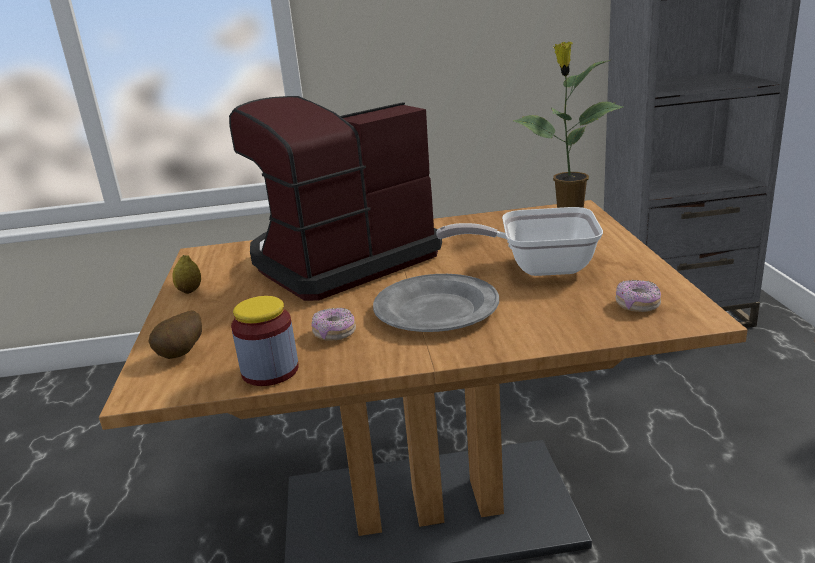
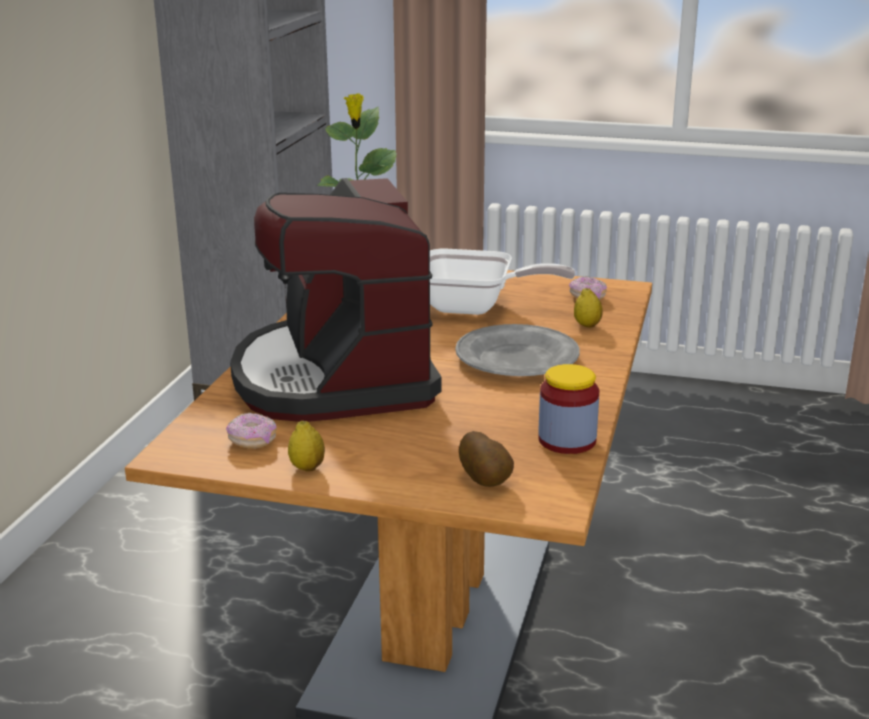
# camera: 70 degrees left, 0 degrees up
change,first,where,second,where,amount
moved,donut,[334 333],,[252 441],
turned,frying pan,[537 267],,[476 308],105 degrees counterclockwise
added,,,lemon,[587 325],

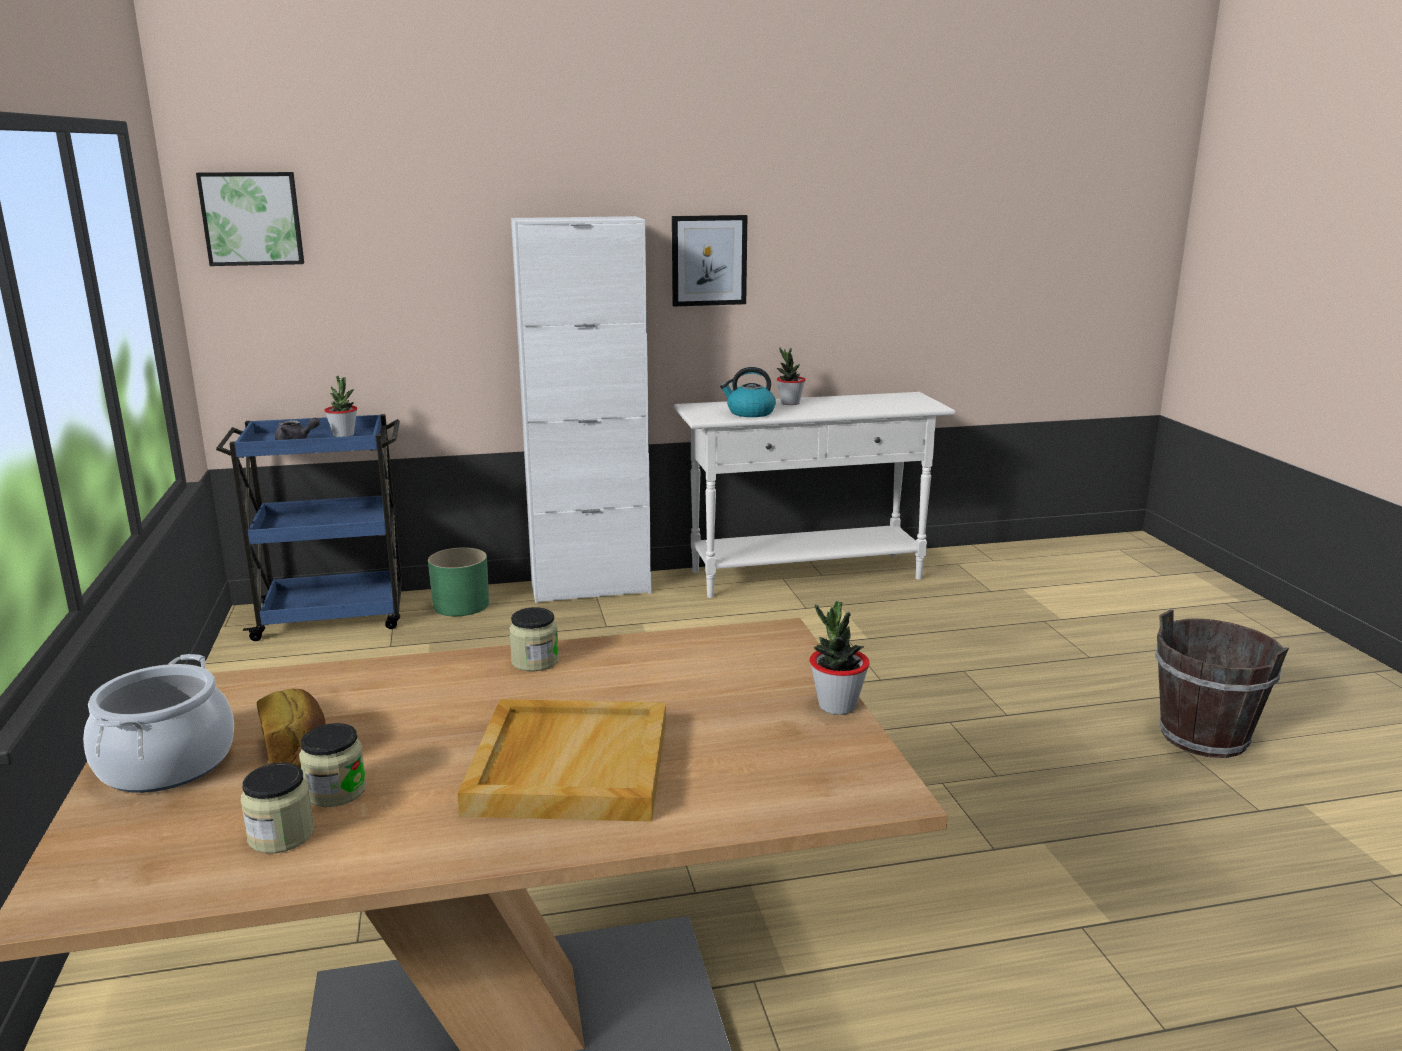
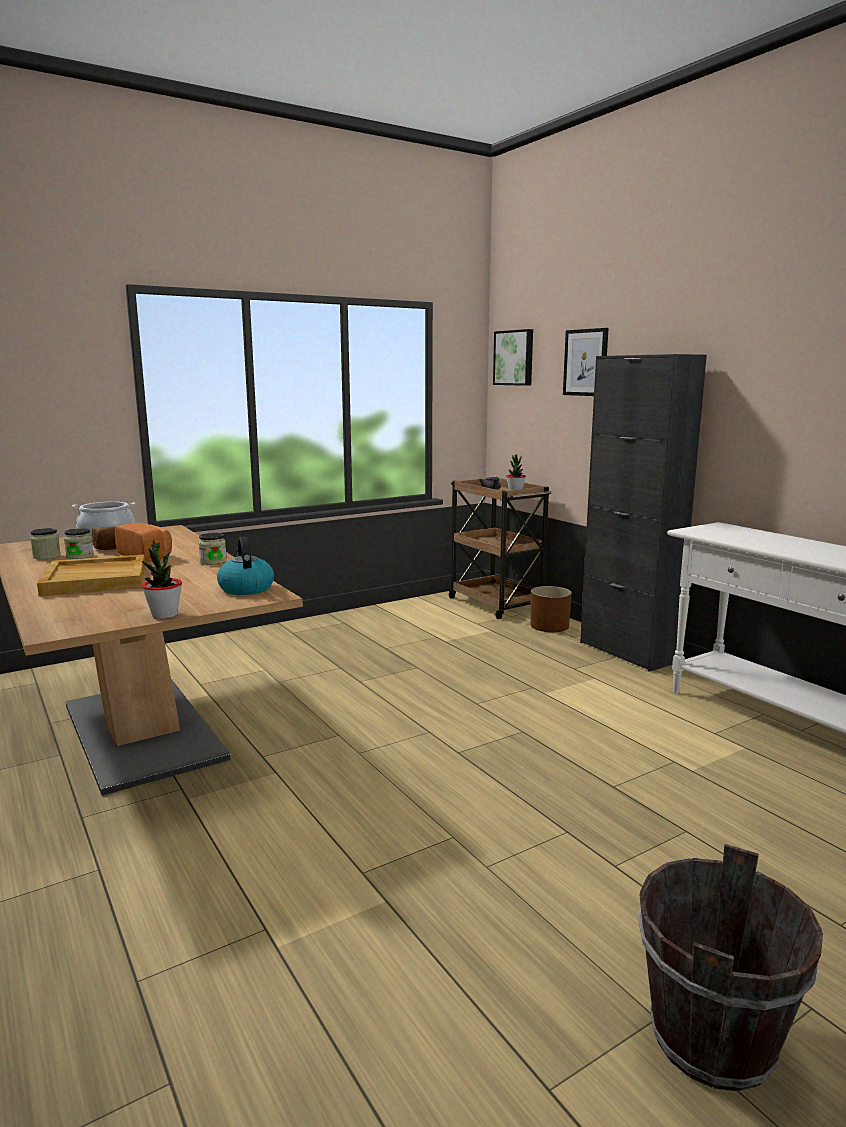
# camera: 70 degrees right, 5 degrees down
change,first,where,second,where,amount
added,,,bread,[146 556],
moved,kettle,[750 413],,[246 588],
recoloured,blue cart,[335 616],brown cart,[496 604],
recoloured,green planter,[461 605],brown planter,[549 626],
moved,picture,[709 260],,[585 362],
recoloured,white cabinet,[590 588],black cabinet,[627 652],
removed,potted plant,[790 403],,,

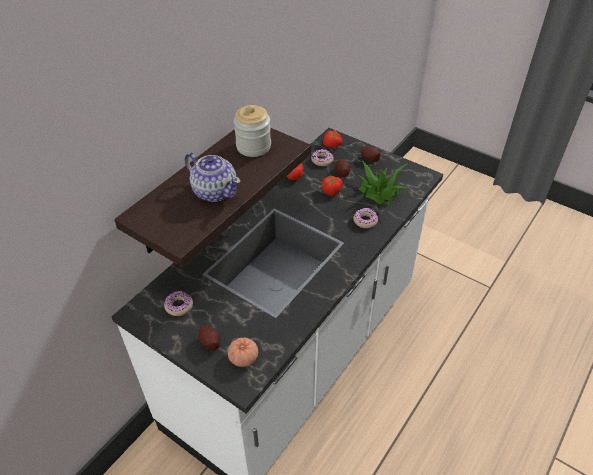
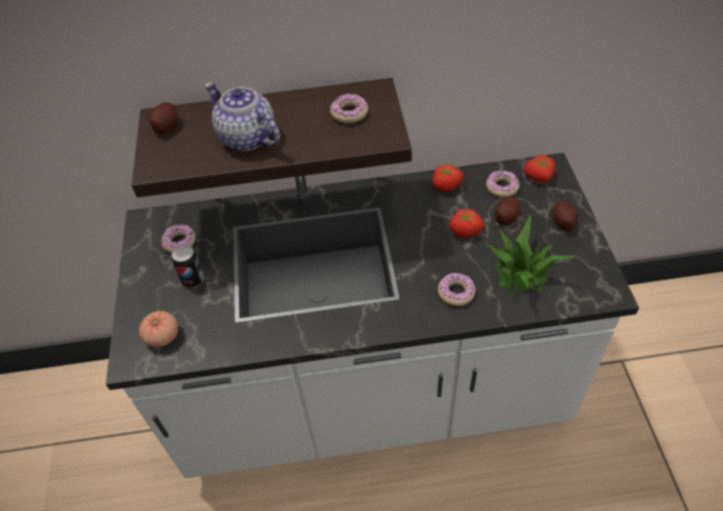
# camera: 50 degrees right, 5 degrees up
change,first,where,second,where,amount
moved,potato,[210 342],,[166 126],
added,,,can,[193 279],
turned,teapot,[215 191],,[247 138],135 degrees clockwise
replaced,jar,[253 147],donut,[349 113],

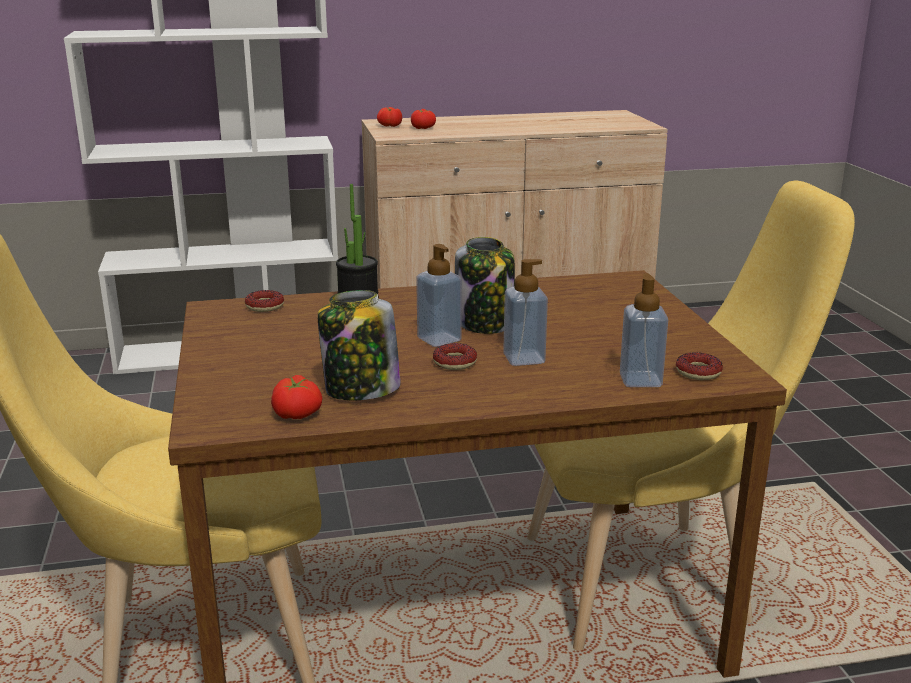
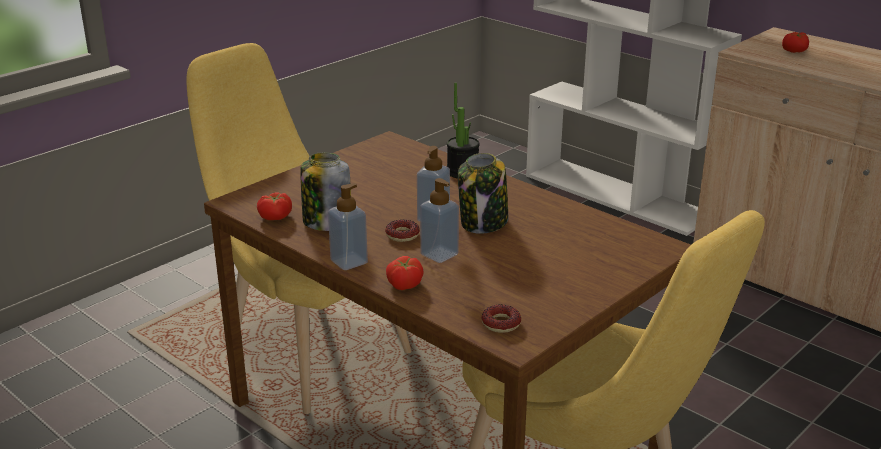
# camera: 55 degrees right, 5 degrees up
change,first,where,second,where,amount
moved,soap dispenser,[640 380],,[349 262],
moved,tomato,[390 126],,[404 284],
removed,donut,[265 306],,,

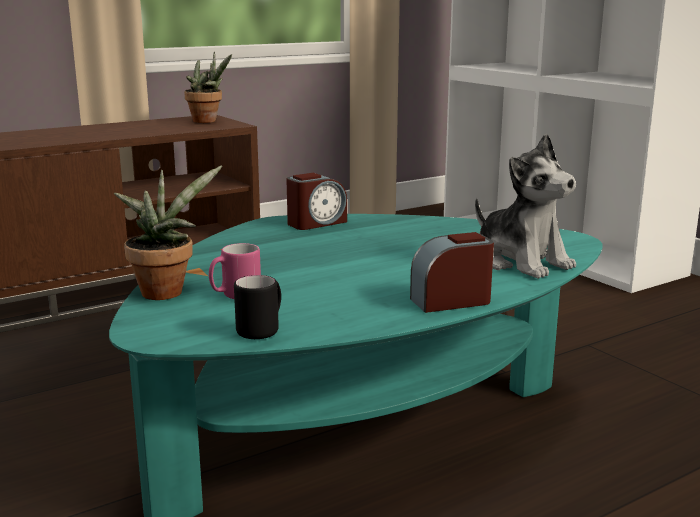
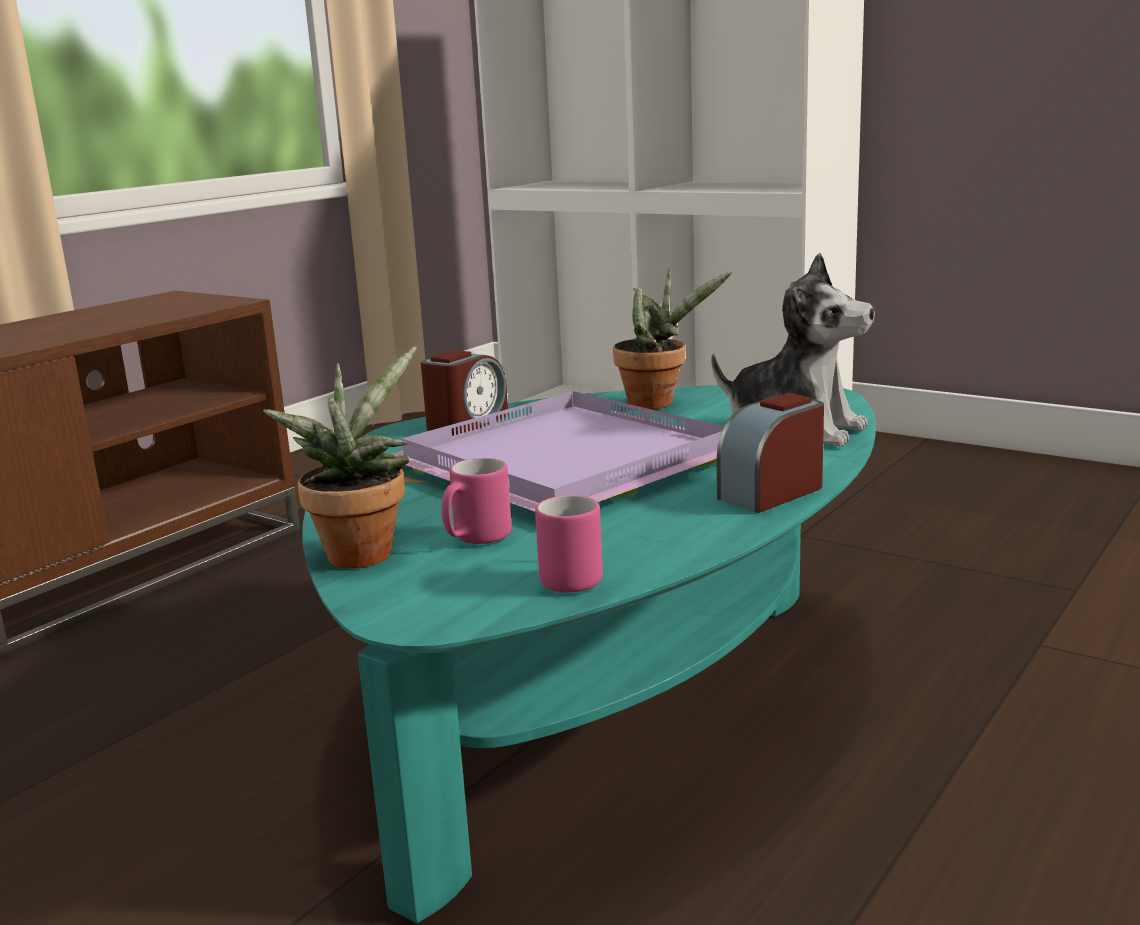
# camera: 20 degrees left, 0 degrees up
change,first,where,second,where,amount
added,,,purple tray,[573 462],
recoloured,black mug,[262 330],pink mug,[573 577],
moved,potted plant,[208 121],,[657 403],

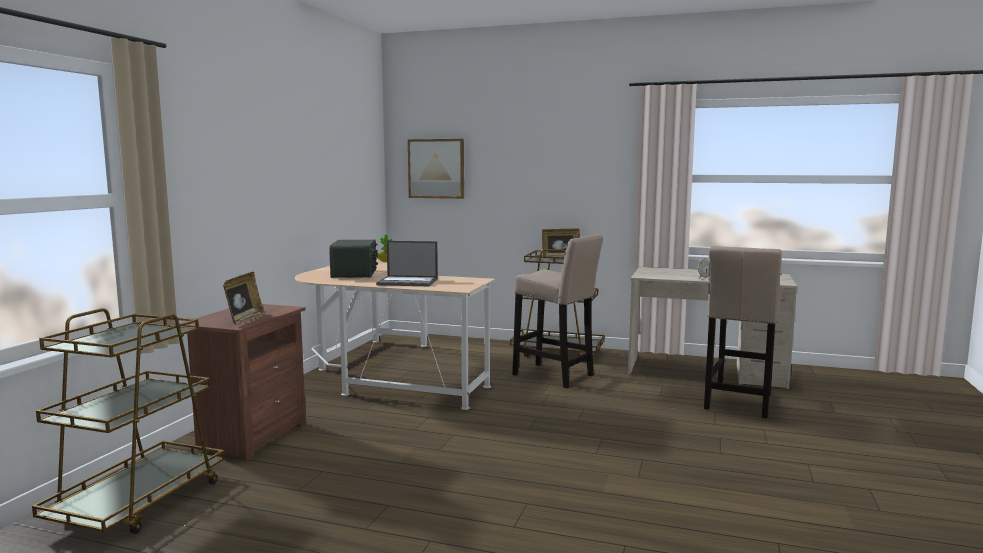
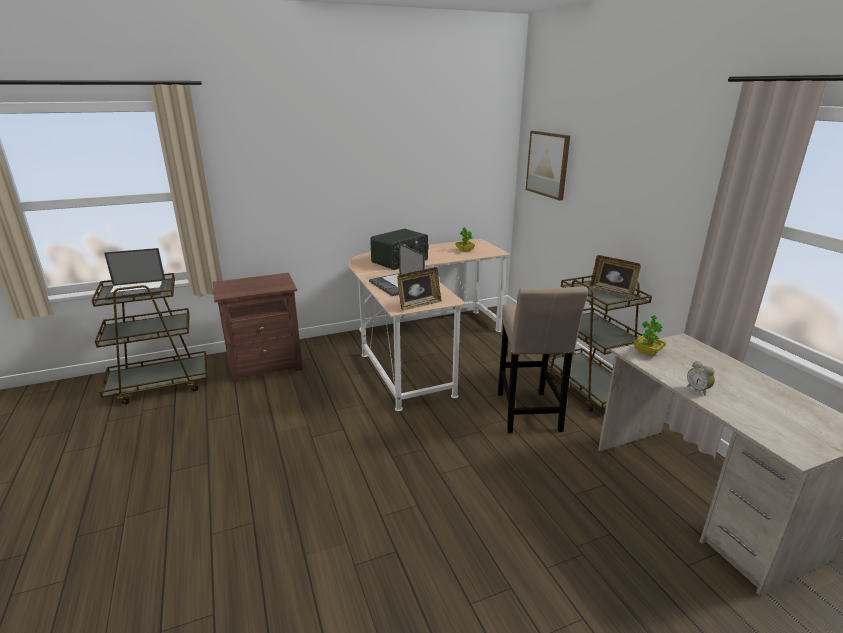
# camera: 50 degrees right, 15 degrees up
change,first,where,second,where,amount
added,,,laptop,[137 290],
moved,picture frame,[244 320],,[419 305],
added,,,potted plant,[647 352],
removed,beige stool,[738 403],,,

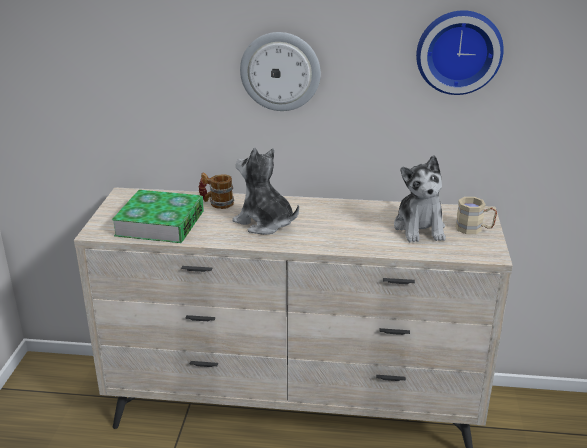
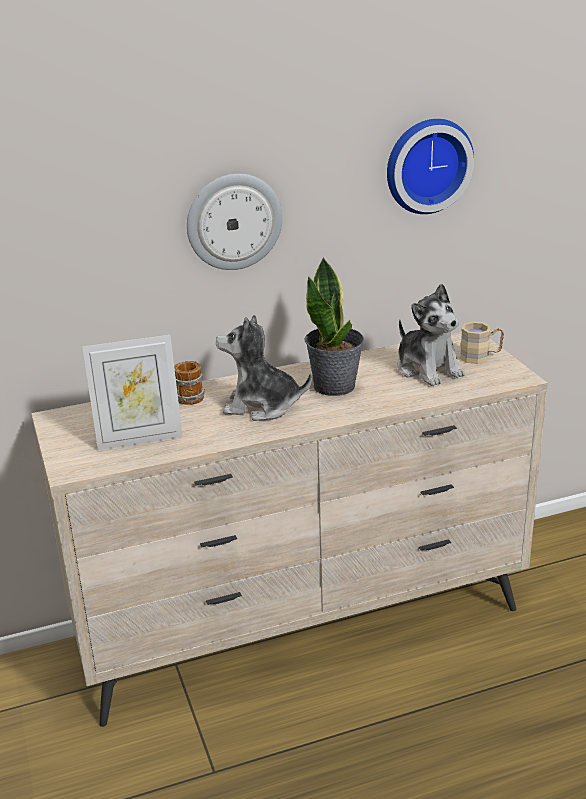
# camera: 25 degrees left, 0 degrees up
change,first,where,second,where,amount
replaced,book,[160 223],picture frame,[139 439],
added,,,potted plant,[335 386],

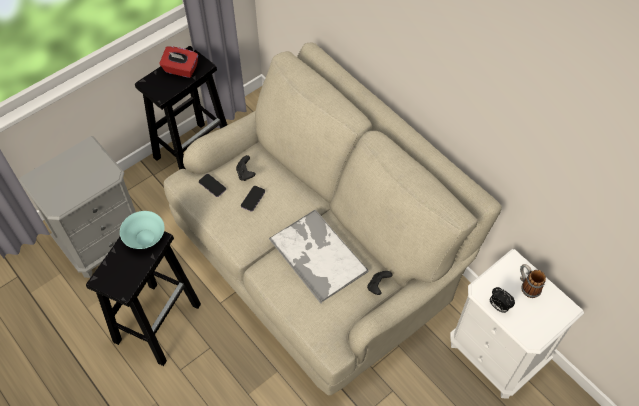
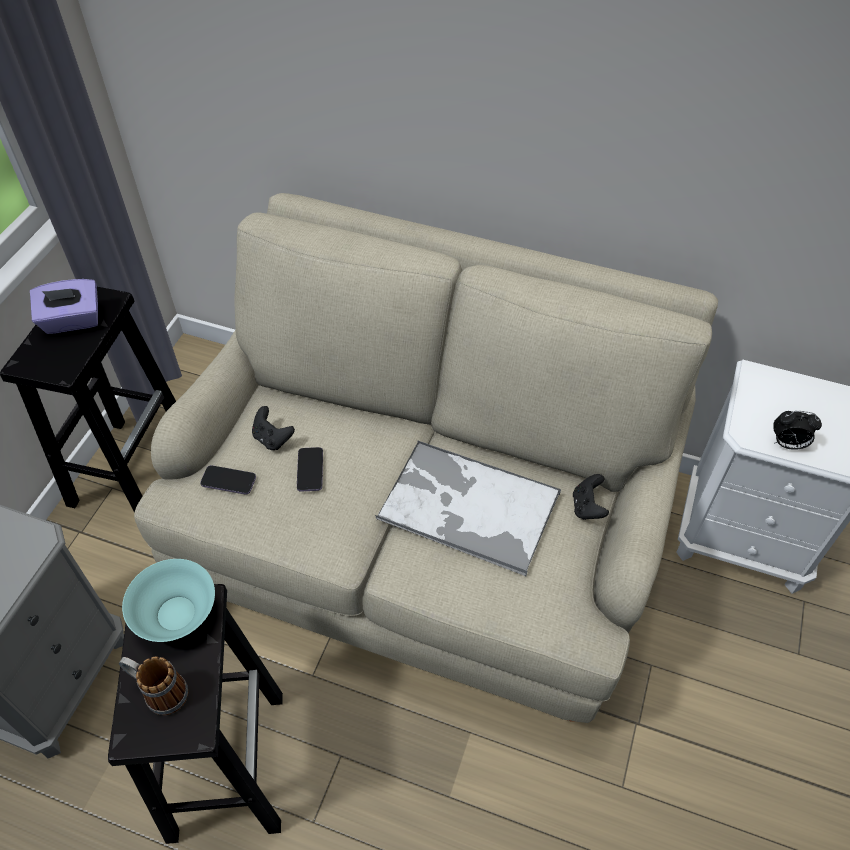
# camera: 30 degrees left, 5 degrees down
change,first,where,second,where,amount
recoloured,red tissue box,[180 70],purple tissue box,[72 321],
moved,mug,[527 286],,[159 691],

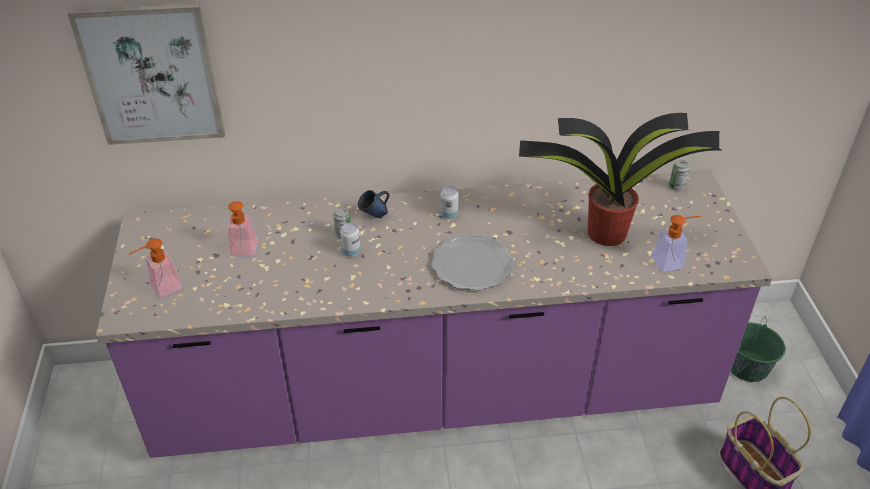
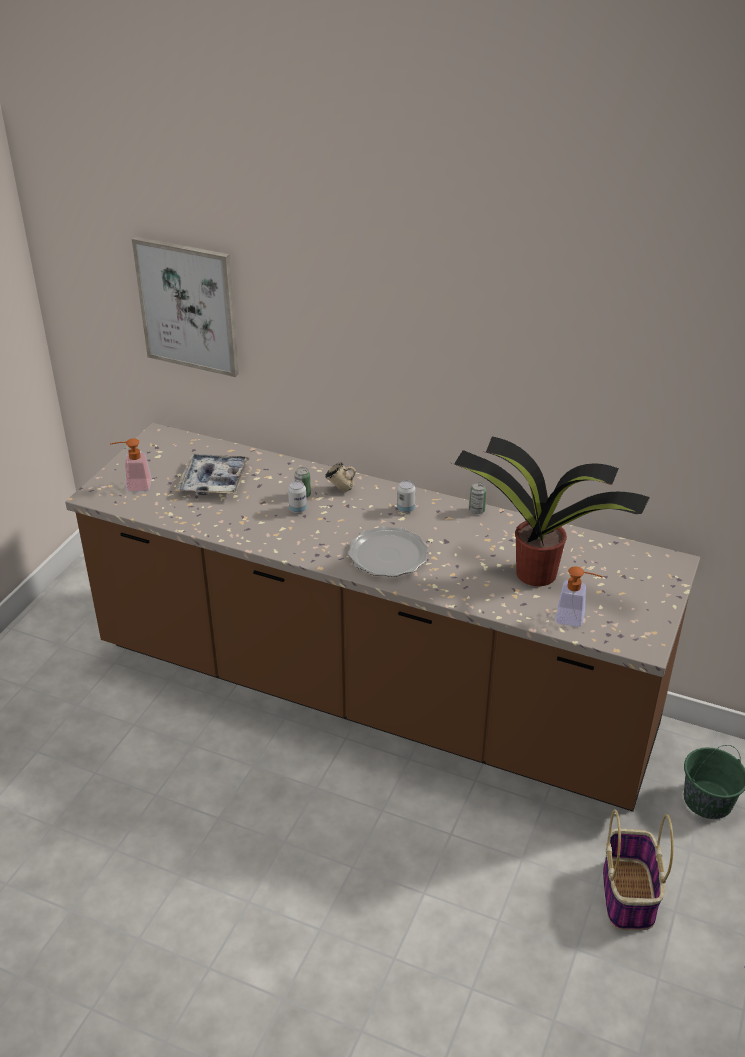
# camera: 30 degrees right, 5 degrees down
change,first,where,second,where,amount
recoloured,purple counter,[435 392],brown counter,[372 691],
replaced,soap dispenser,[243 252],tray,[214 481],
recoloured,blue mug,[374 217],beige mug,[341 489],
moved,can,[676 187],,[477 510],

